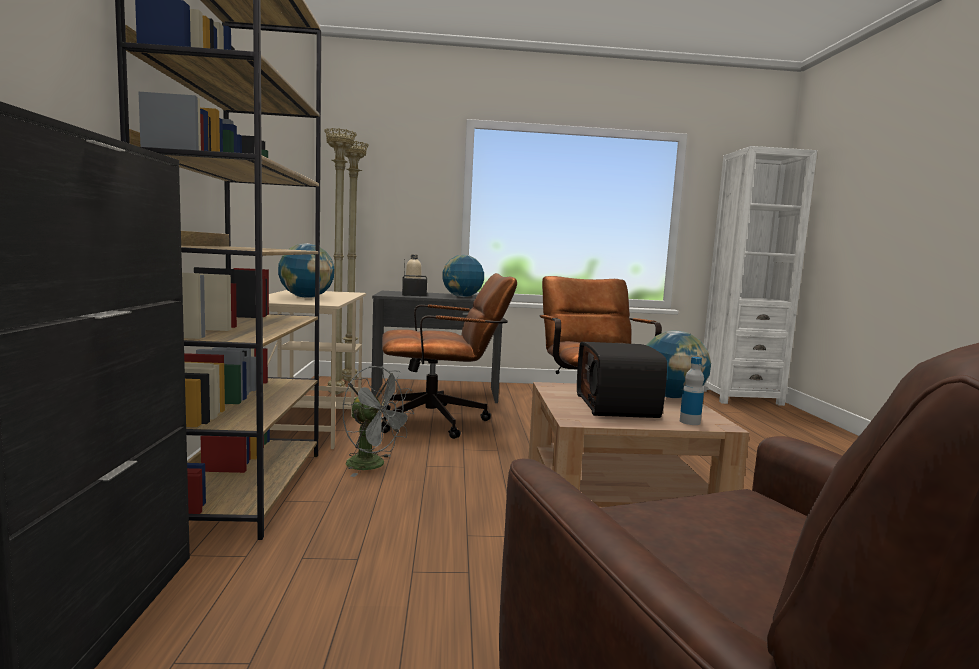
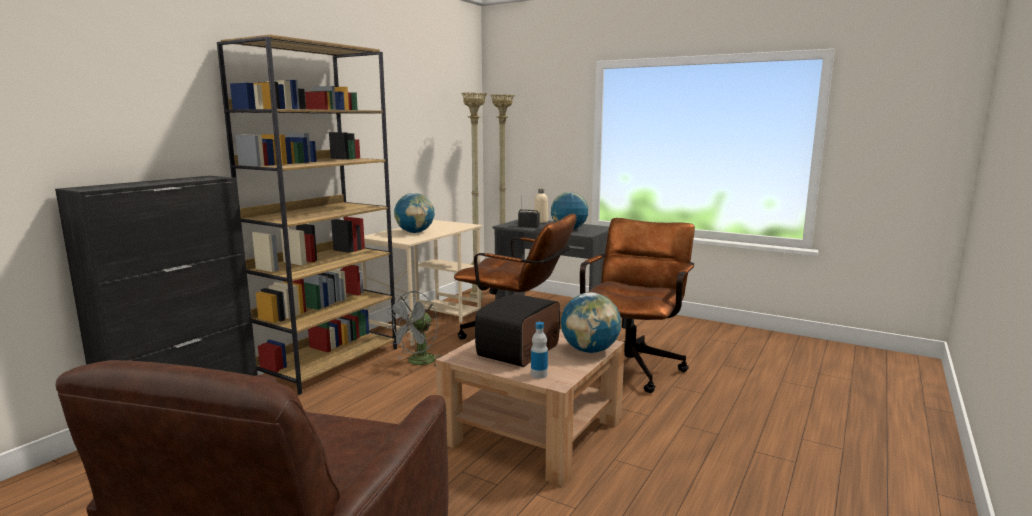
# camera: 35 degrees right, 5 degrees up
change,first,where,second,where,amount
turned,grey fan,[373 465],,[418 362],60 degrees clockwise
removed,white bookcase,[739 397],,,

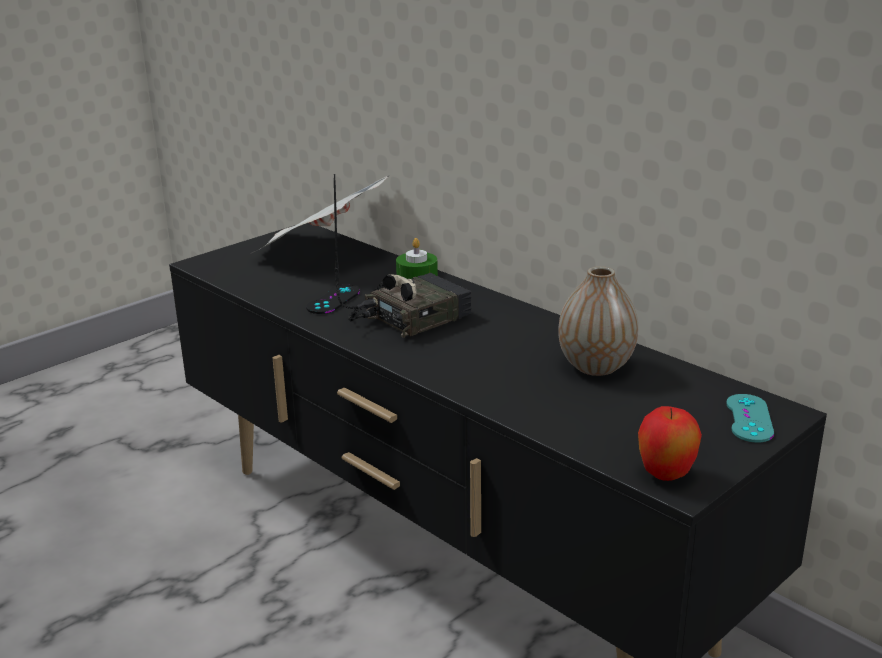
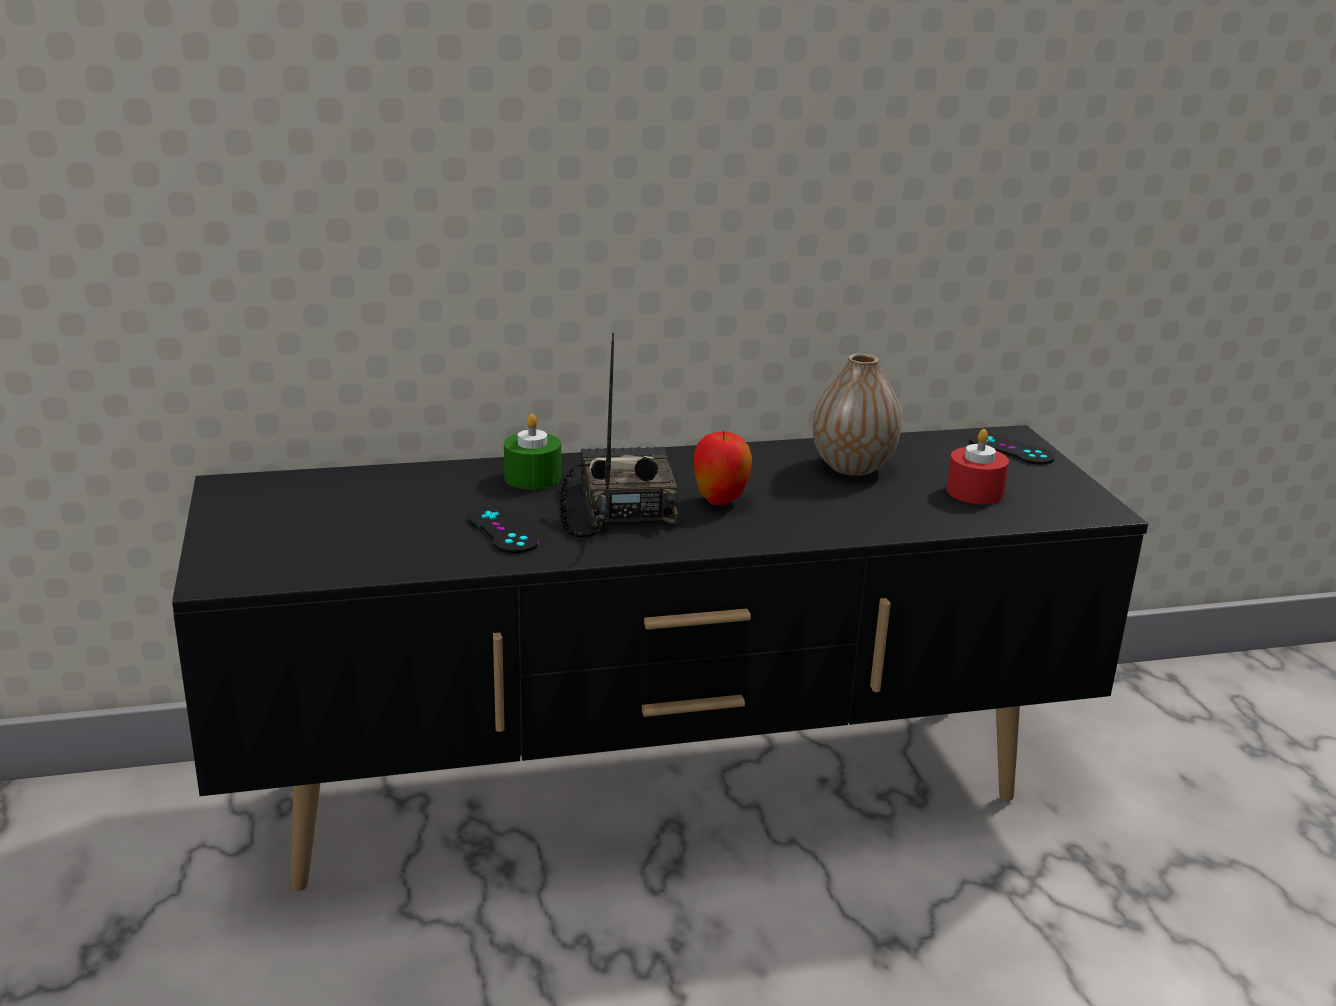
# camera: 60 degrees left, 0 degrees up
change,first,where,second,where,amount
moved,apple,[665 476],,[720 501],
added,,,red candle,[975 492],
recoloured,turquoise game controller,[749 418],black game controller,[1011 449],
removed,newspaper,[322 252],,,

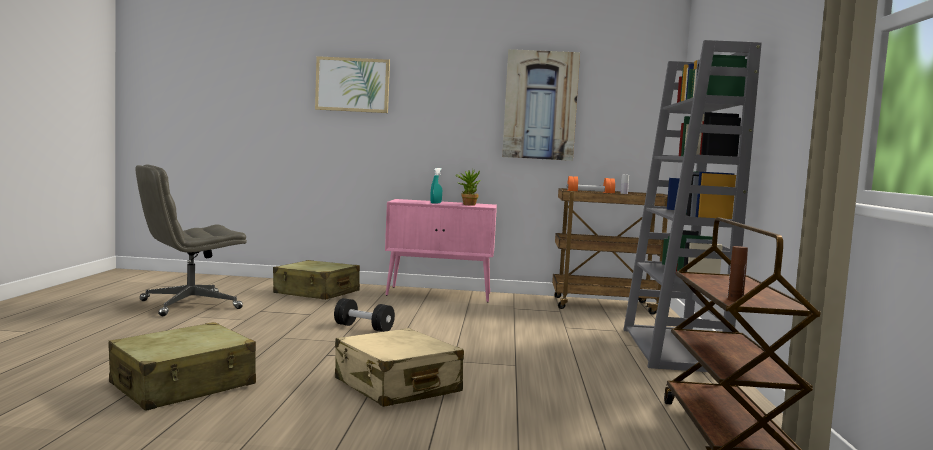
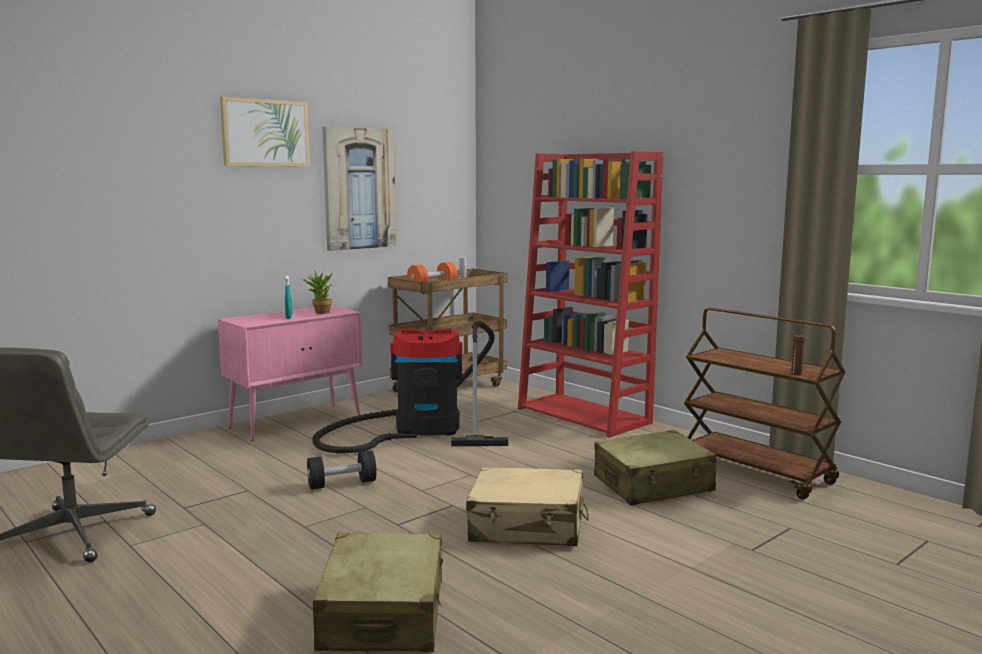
# camera: 45 degrees left, 5 degrees up
change,first,where,second,where,amount
moved,picture,[352 85],,[265 133],
added,,,vacuum cleaner,[419 429],
recoloured,grey bookcase,[673 350],red bookcase,[585 415],
moved,beige suitcase,[316 293],,[653 485],

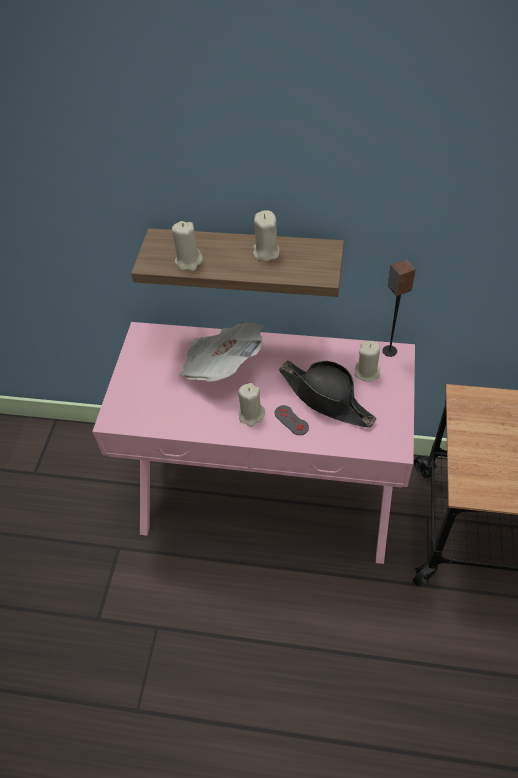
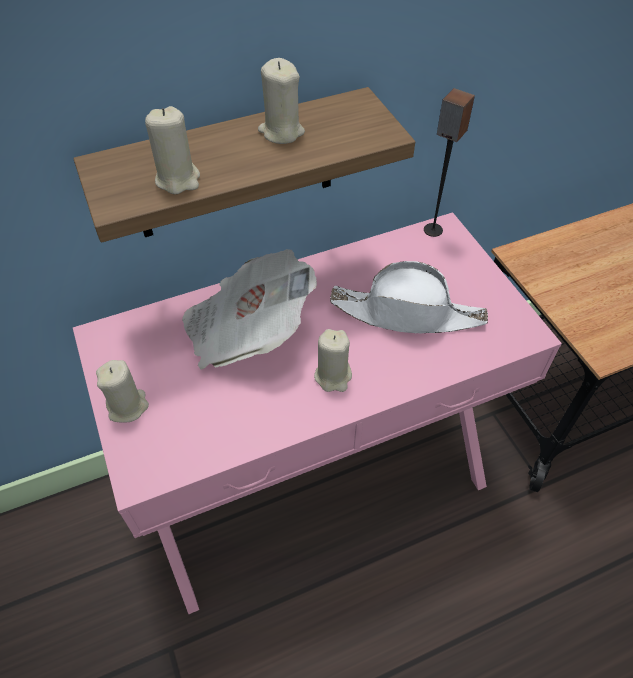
# camera: 35 degrees left, 0 degrees up
change,first,where,second,where,amount
moved,beige candle,[367 372],,[128 406],
recoloured,black hat,[326 398],white hat,[408 313],
removed,grey game controller,[291 420],,,

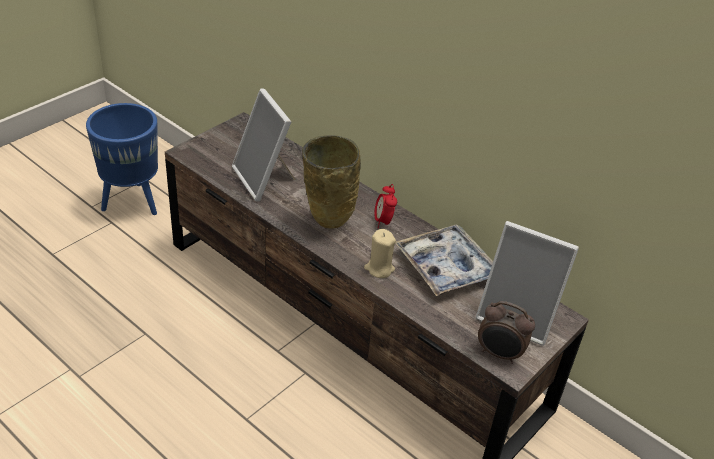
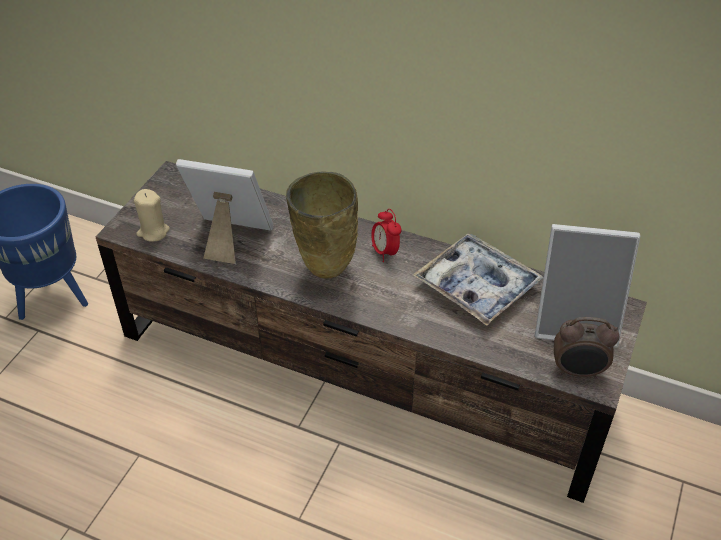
# camera: 15 degrees left, 5 degrees up
change,first,where,second,where,amount
moved,beige candle,[379 268],,[153 232],
turned,picture frame,[264 179],,[229 239],150 degrees clockwise

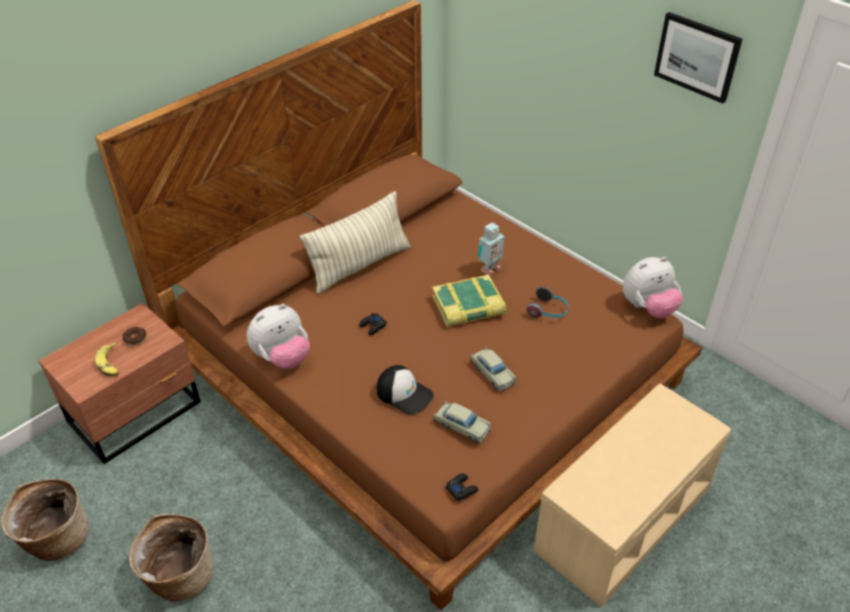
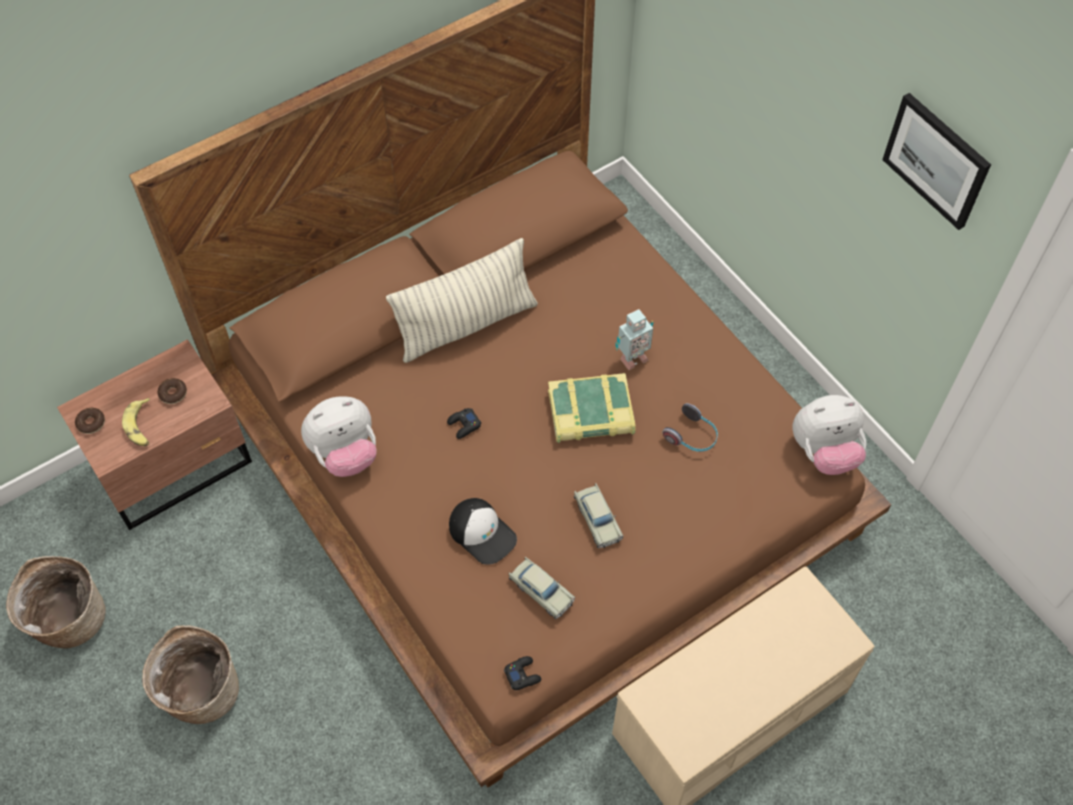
# camera: 10 degrees right, 15 degrees up
change,first,where,second,where,amount
added,,,donut,[91 423],

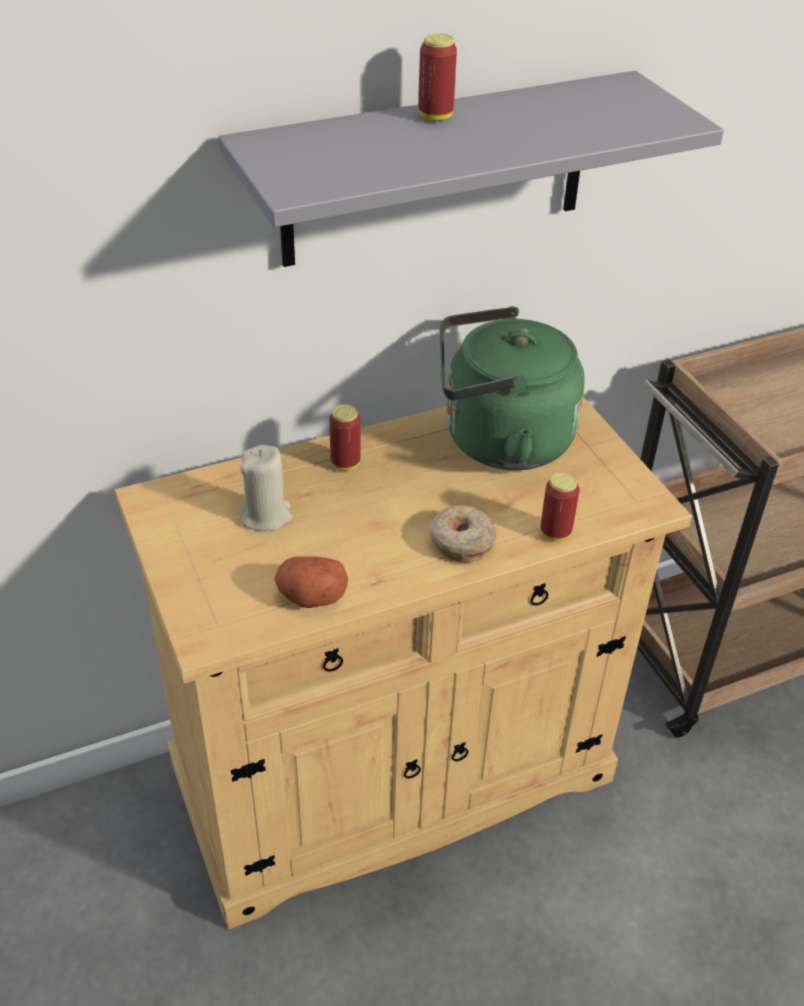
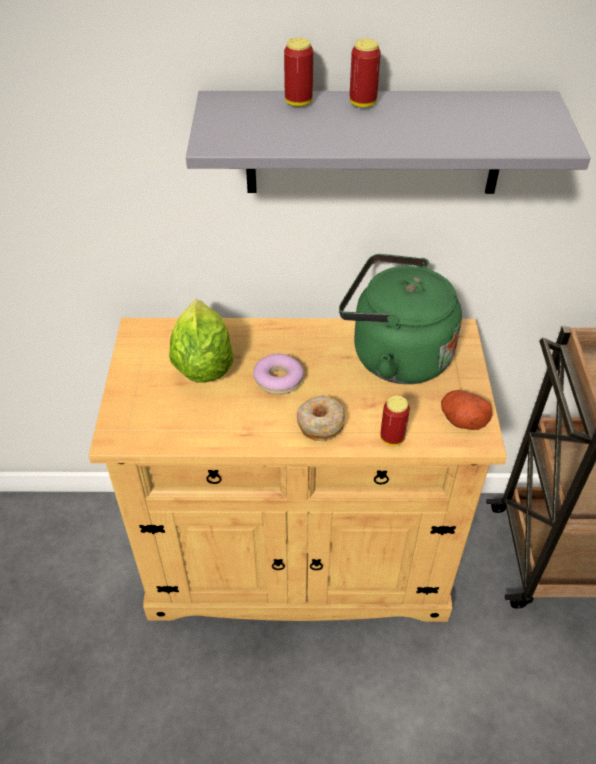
# camera: 25 degrees right, 5 degrees up
change,first,where,second,where,amount
replaced,beige candle,[266 515],lettuce,[202 364],
added,,,donut,[278 379],
moved,can,[345 463],,[298 102],
moved,potato,[310 596],,[462 420],

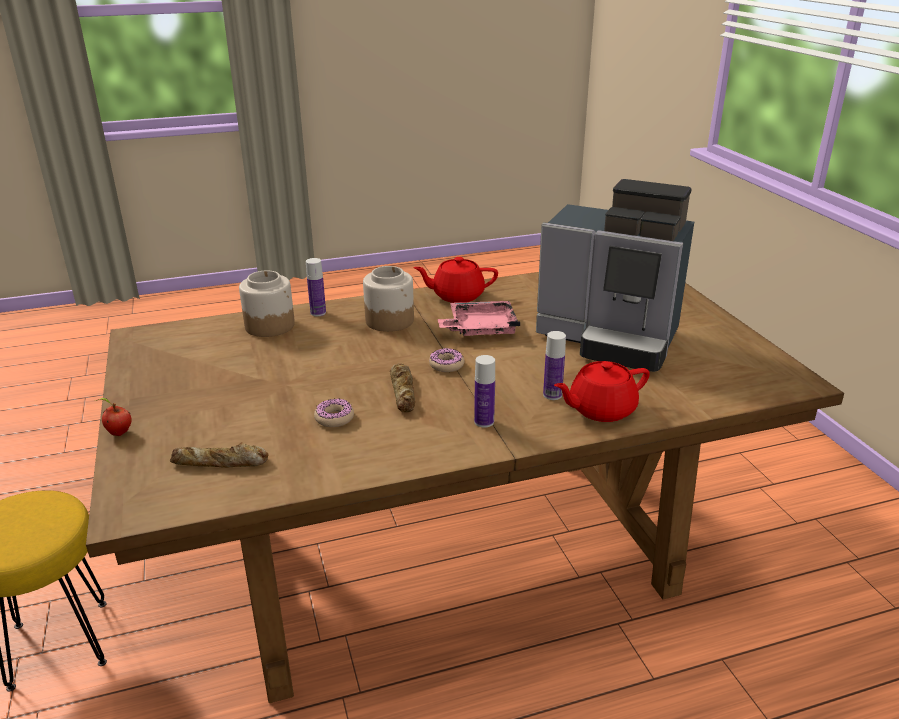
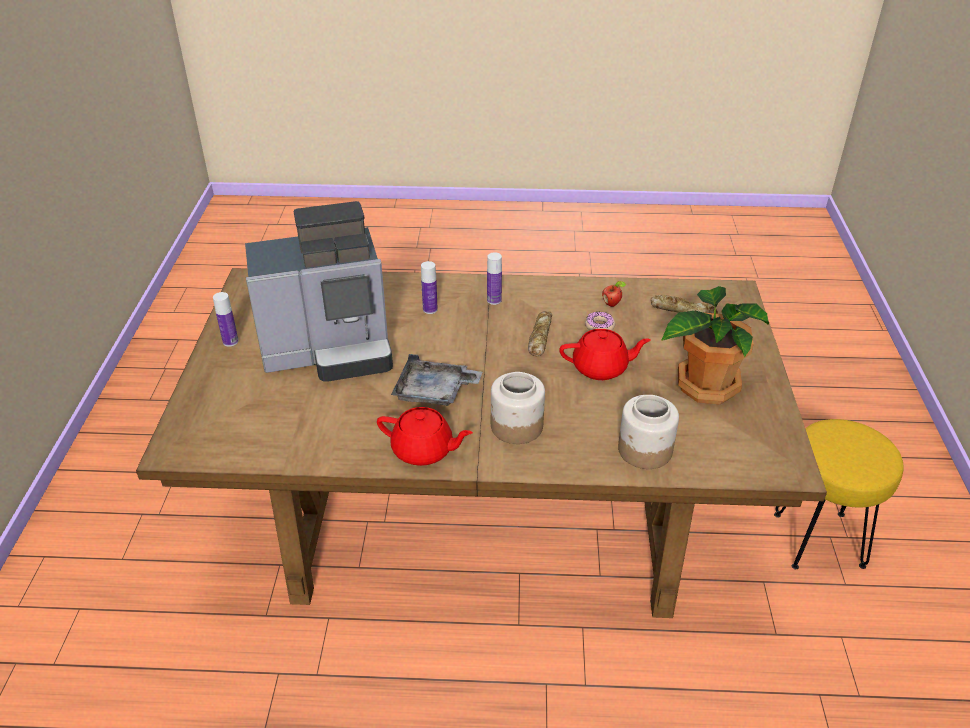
# camera: 160 degrees left, 10 degrees up
change,first,where,second,where,amount
moved,bottle,[318 313],,[230 341],
turned,coffee machine,[611 339],,[331 350],120 degrees clockwise
recoloured,pink tray,[480 328],grey tray,[434 392],
moved,red teapot,[600 409],,[601 368],
moved,apple,[118 433],,[612 304],
added,,,potted plant,[704 385],
removed,donut,[446 365],,,

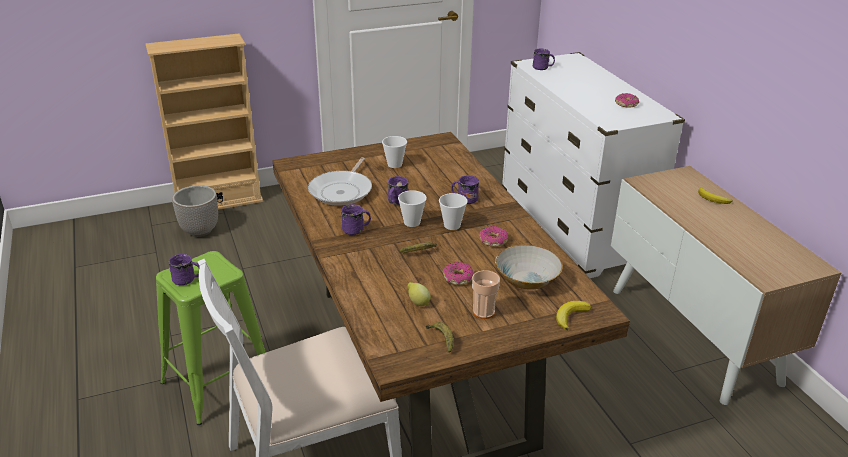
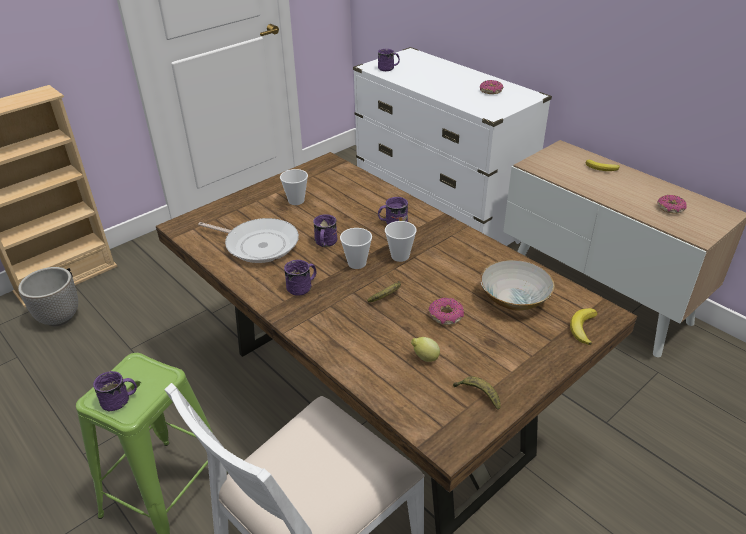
# camera: 20 degrees left, 5 degrees up
change,first,where,second,where,amount
turned,frying pan,[342 191],,[258 244],60 degrees counterclockwise
moved,donut,[493 241],,[670 208],
removed,cup,[483 312],,,

